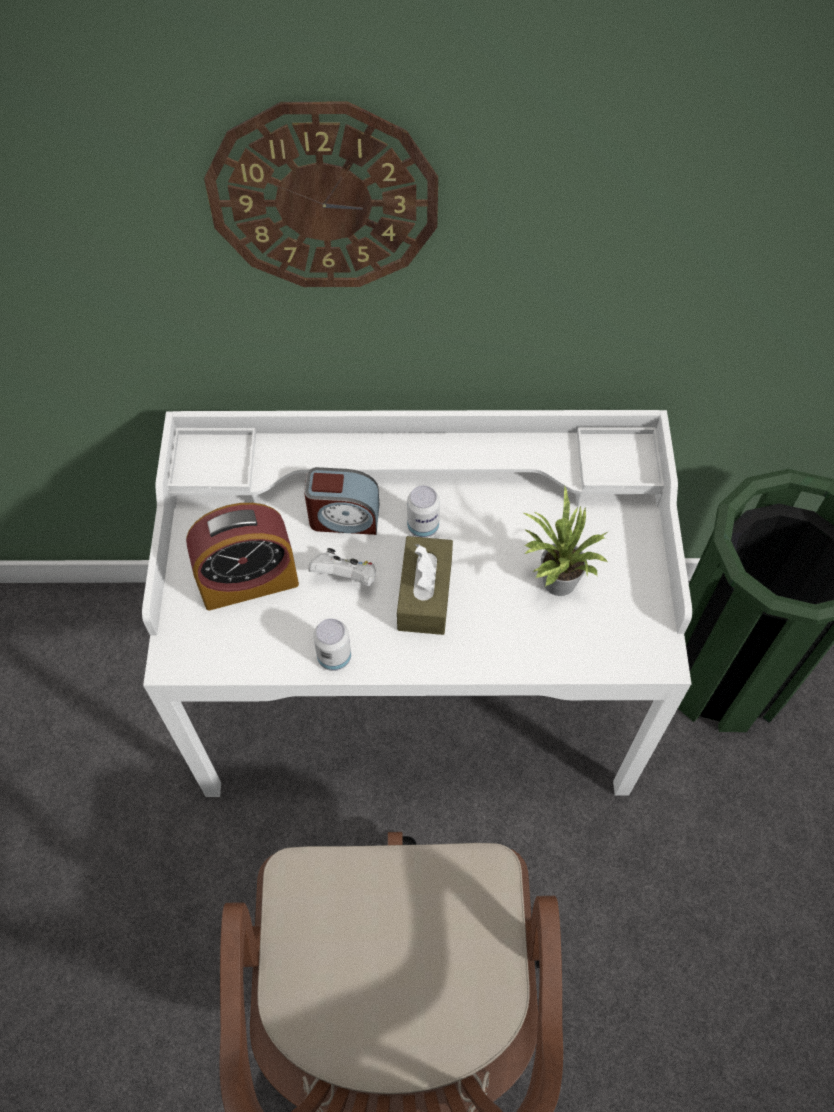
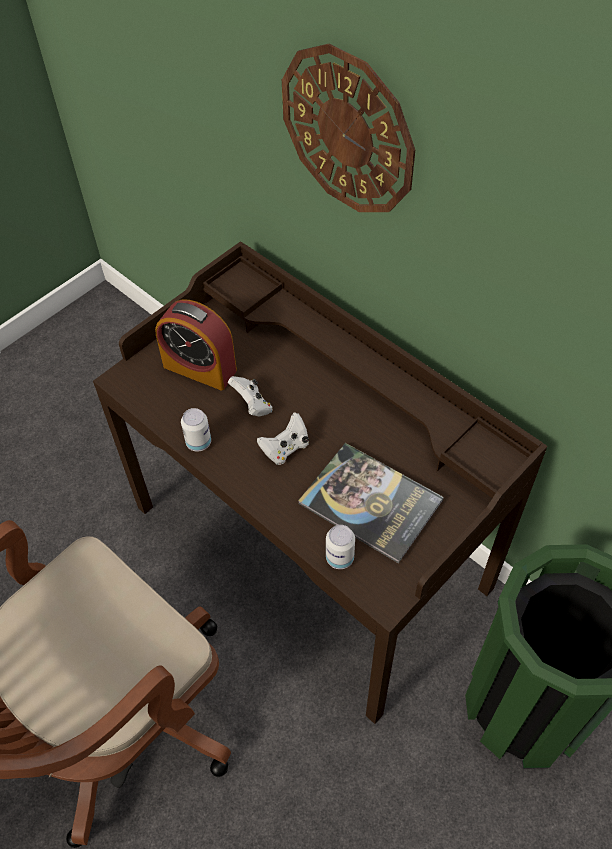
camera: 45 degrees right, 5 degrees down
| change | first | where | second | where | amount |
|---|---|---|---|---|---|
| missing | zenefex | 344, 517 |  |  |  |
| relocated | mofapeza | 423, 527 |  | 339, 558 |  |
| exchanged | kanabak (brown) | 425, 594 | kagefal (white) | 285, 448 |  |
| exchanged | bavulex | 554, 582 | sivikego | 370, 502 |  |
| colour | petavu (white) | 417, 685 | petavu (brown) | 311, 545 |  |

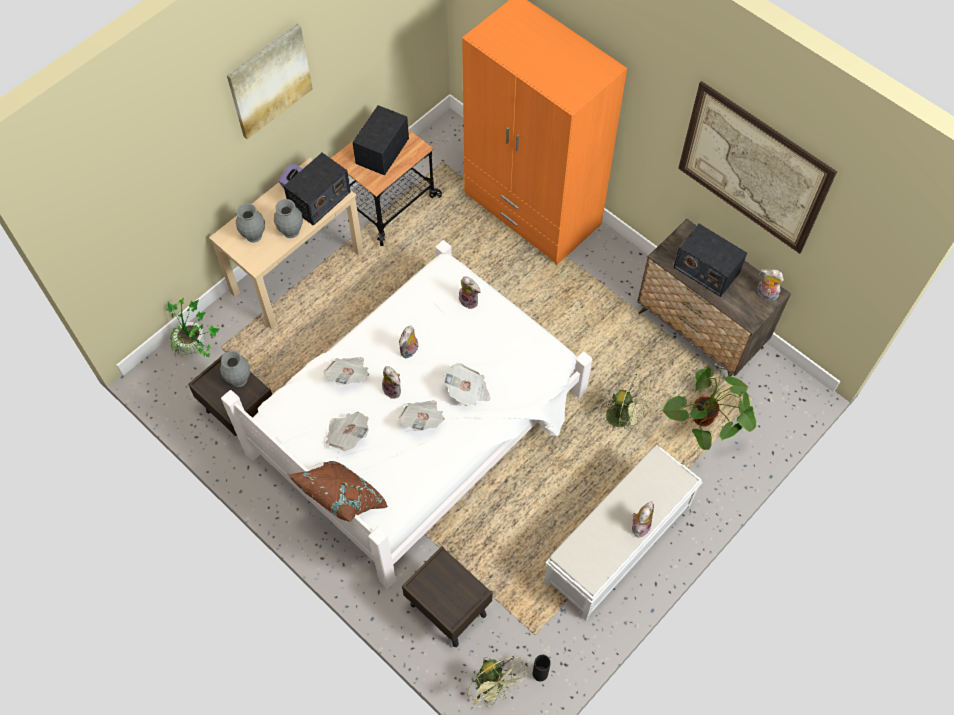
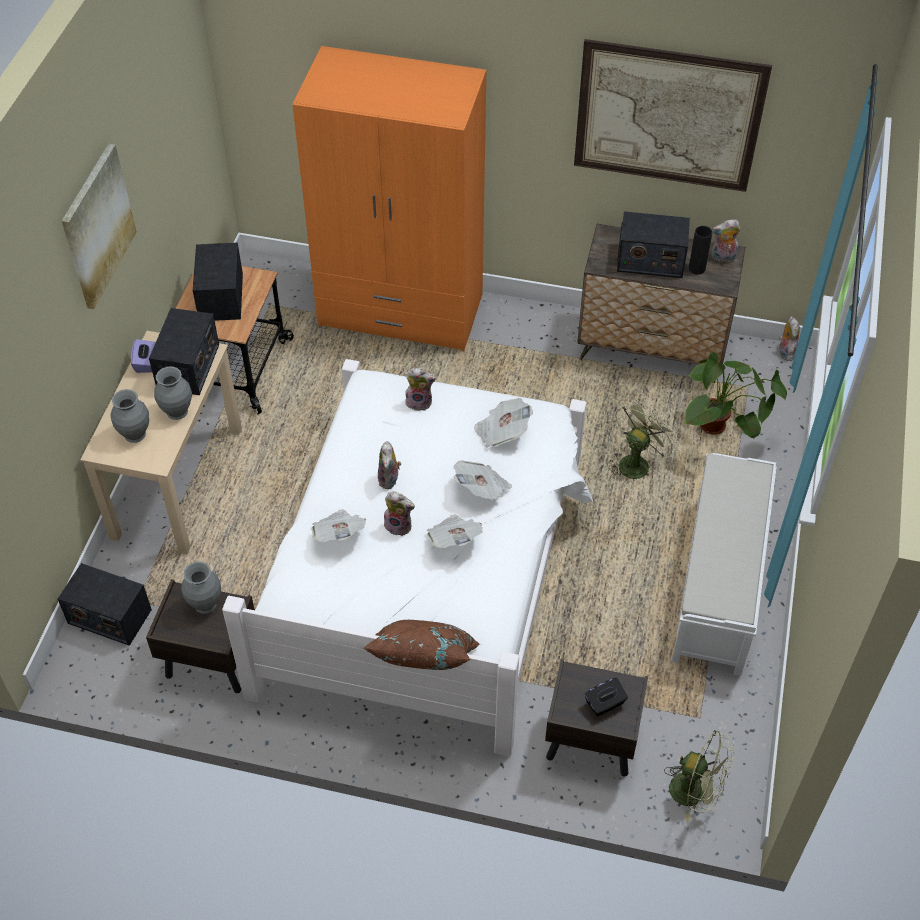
camera: 30 degrees left, 10 degrees down
| change | first | where | second | where | amount |
|---|---|---|---|---|---|
| appeared |  |  | kanabak (black) | 605, 704 |  |
| relocated | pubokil | 347, 435 |  | 502, 432 |  |
| relocated | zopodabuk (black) | 540, 673 |  | 697, 268 |  |
| relocated | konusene | 640, 525 |  | 785, 351 |  |
| exchanged | bavulex | 197, 349 | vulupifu | 109, 616 |  |
| spun | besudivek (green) | 624, 417 |  | 636, 462 | 45 degrees counterclockwise |

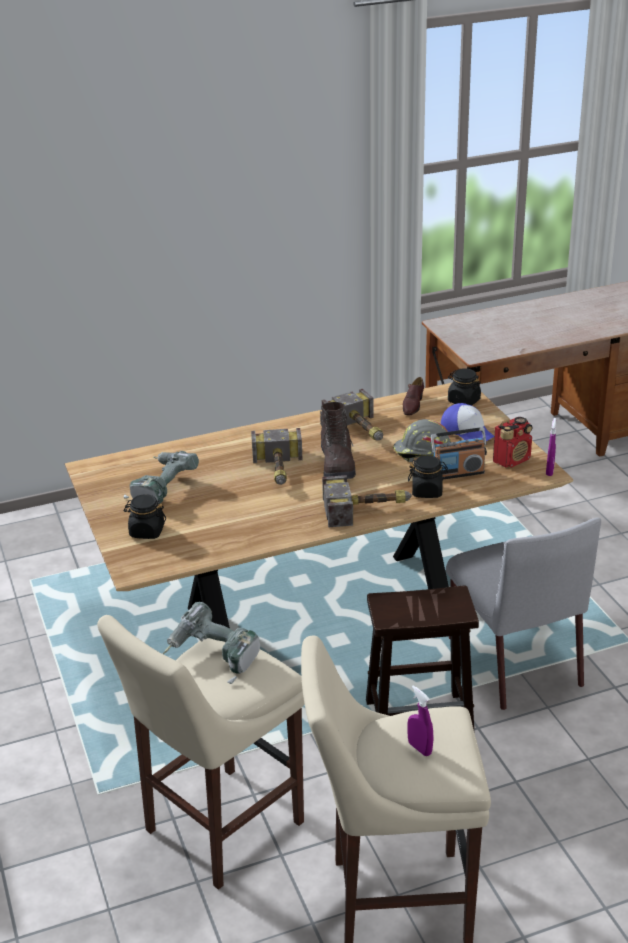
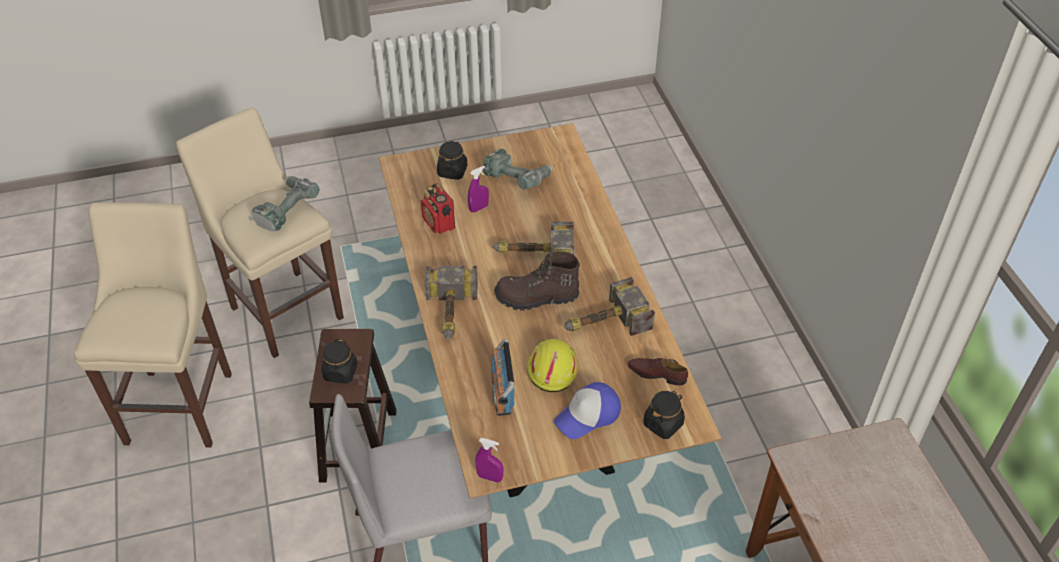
camera: 95 degrees right, 15 degrees up
| change | first | where | second | where | amount |
|---|---|---|---|---|---|
| relocated | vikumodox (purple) | 419, 748 |  | 478, 208 |  |
| relocated | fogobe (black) | 427, 491 |  | 340, 372 |  |
| relocated | vulupifu | 512, 460 |  | 439, 223 |  |
| colour | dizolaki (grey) | 422, 451 | dizolaki (yellow) | 551, 368 |  |

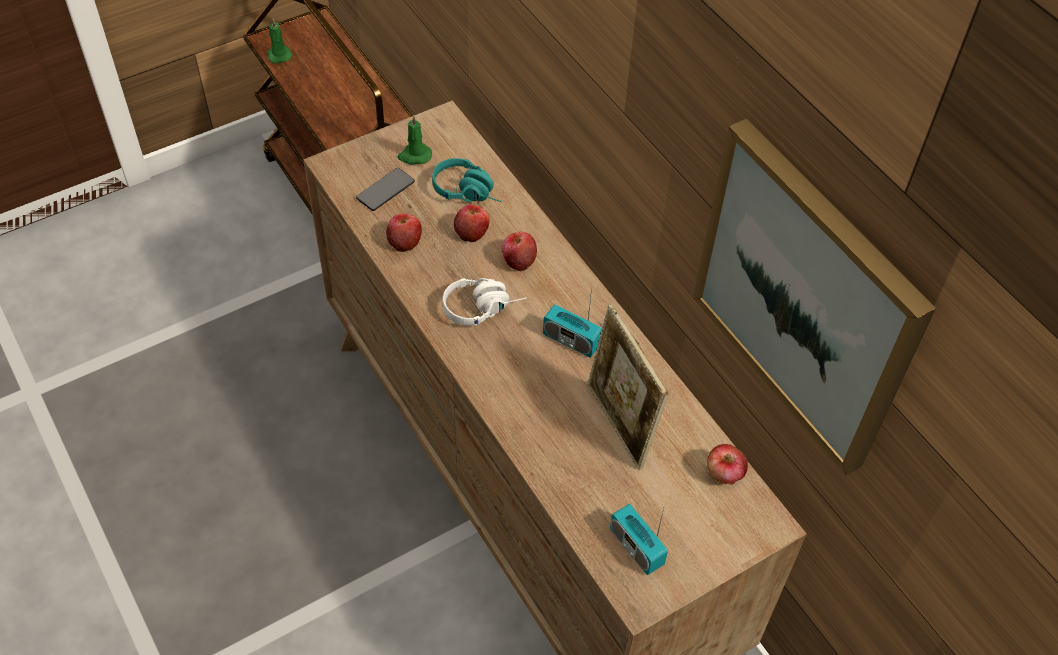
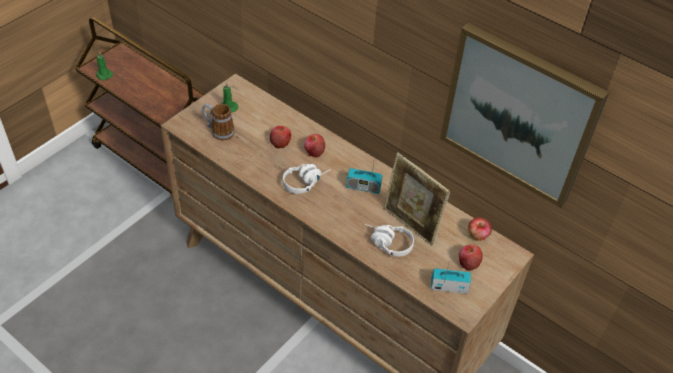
camera: 20 degrees left, 5 degrees down
| change | first | where | second | where | amount |
|---|---|---|---|---|---|
| missing | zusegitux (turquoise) | 469, 192 |  |  |  |
| appeared |  |  | zusegitux (white) | 386, 243 |  |
| relocated | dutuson | 404, 241 |  | 468, 263 |  |
| exchanged | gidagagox | 385, 190 | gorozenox | 218, 131 |  |
| spun | vulupifu | 636, 547 |  | 449, 286 | 150 degrees clockwise |

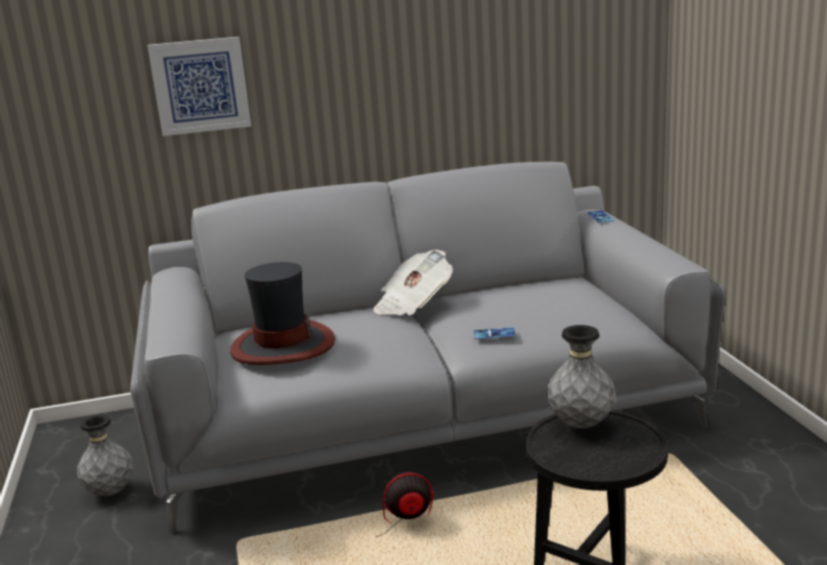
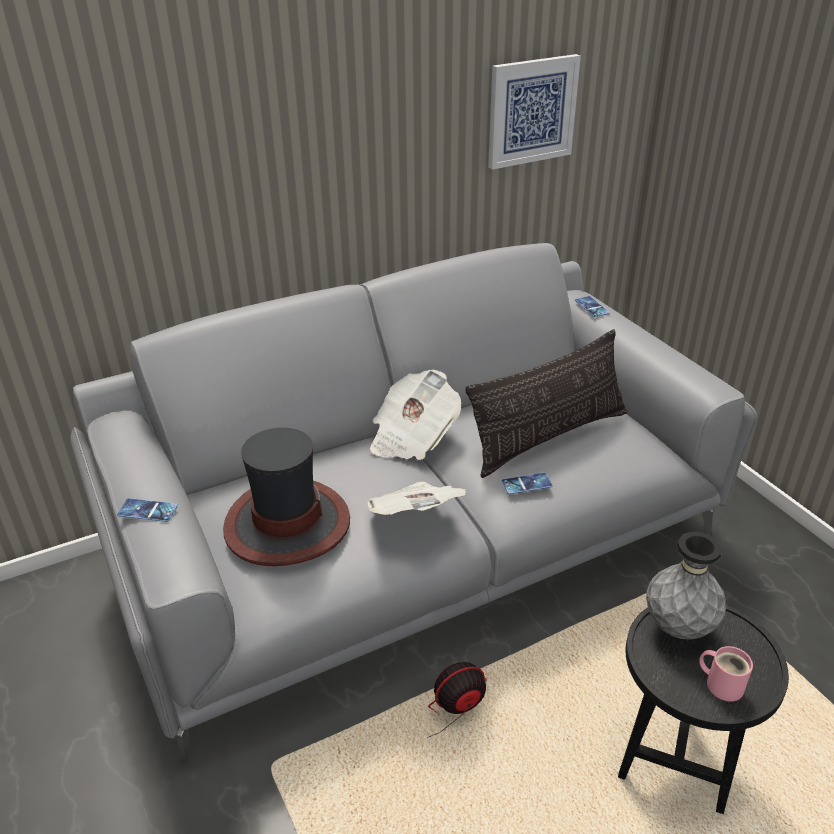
camera: 15 degrees left, 15 degrees up
| change | first | where | second | where | amount |
|---|---|---|---|---|---|
| missing | zopodabuk (grey) | 110, 492 |  |  |  |
| appeared |  |  | gidagagox | 147, 510 |  |
| appeared |  |  | pubokil | 416, 518 |  |
| appeared |  |  | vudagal | 548, 437 |  |
| appeared |  |  | gorozenox (pink) | 722, 683 |  |
| relocated | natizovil | 200, 86 |  | 531, 111 |  |

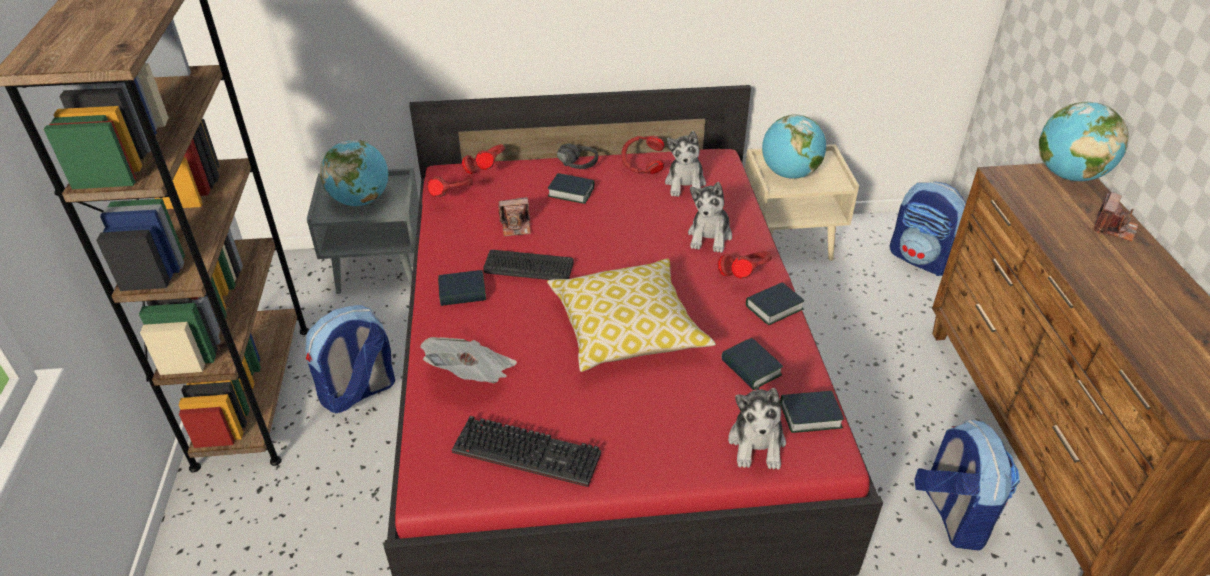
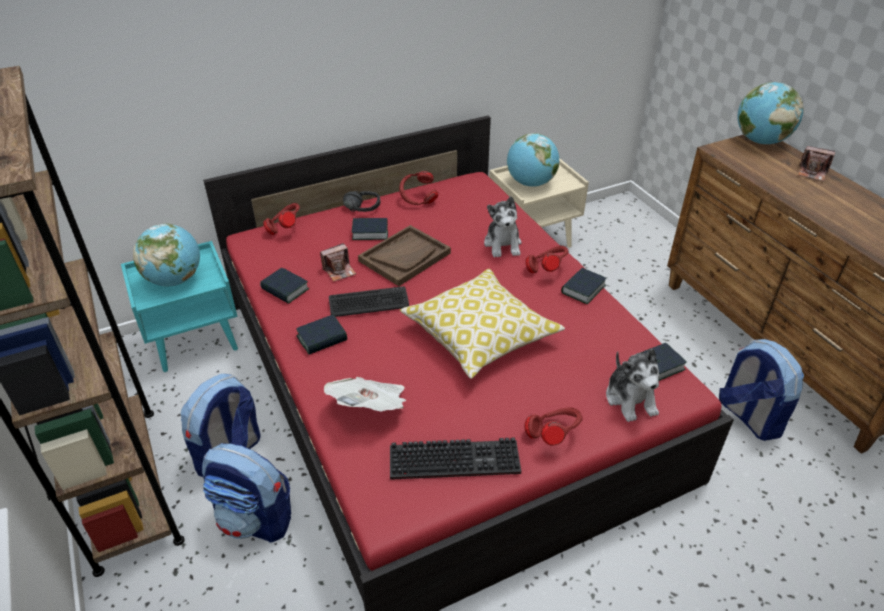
camera: 20 degrees left, 0 degrees up
| change | first | where | second | where | amount |
|---|---|---|---|---|---|
| missing | konusene | 685, 184 |  |  |  |
| appeared |  |  | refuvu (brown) | 405, 257 |  |
| relocated | zusegitux (red) | 452, 198 |  | 553, 435 |  |
| relocated | sivikego | 751, 368 |  | 285, 289 |  |
| relocated | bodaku | 921, 259 |  | 255, 519 |  |
| colour | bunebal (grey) | 380, 270 | bunebal (turquoise) | 196, 341 |  |
| spun | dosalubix | 1113, 228 |  | 812, 173 | 105 degrees clockwise |

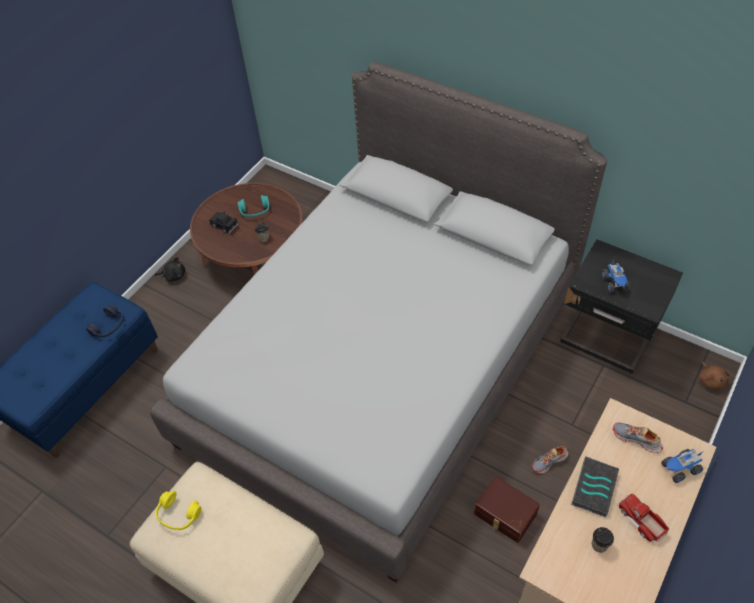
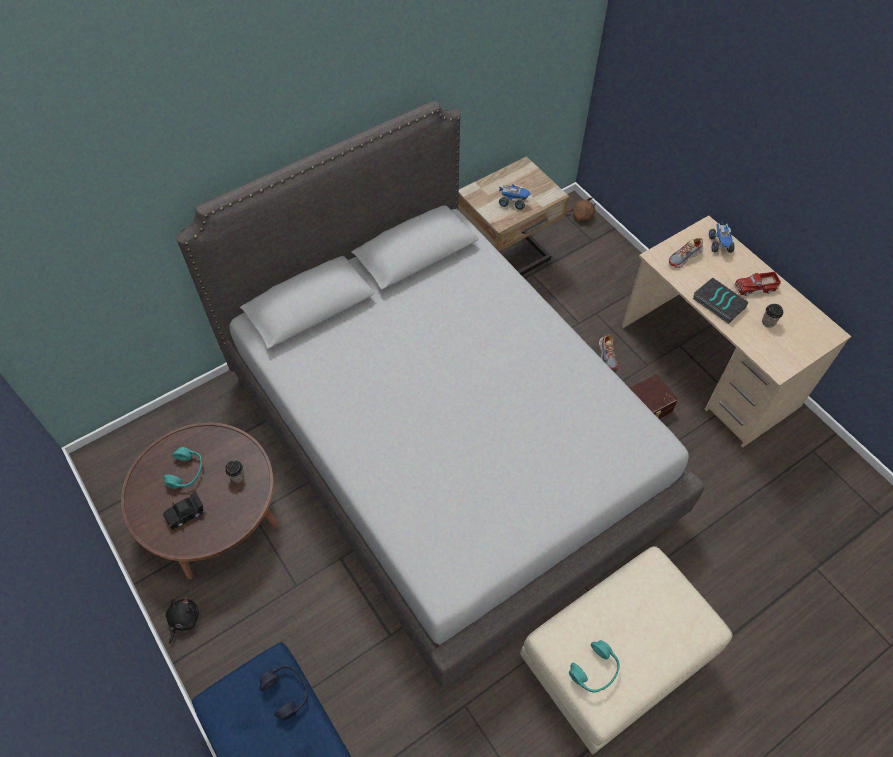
camera: 70 degrees left, 5 degrees up
| change | first | where | second | where | amount |
|---|---|---|---|---|---|
| colour | zusegitux (yellow) | 178, 514 | zusegitux (turquoise) | 594, 670 |  |
| colour | bunebal (black) | 606, 339 | bunebal (beige) | 507, 259 |  |

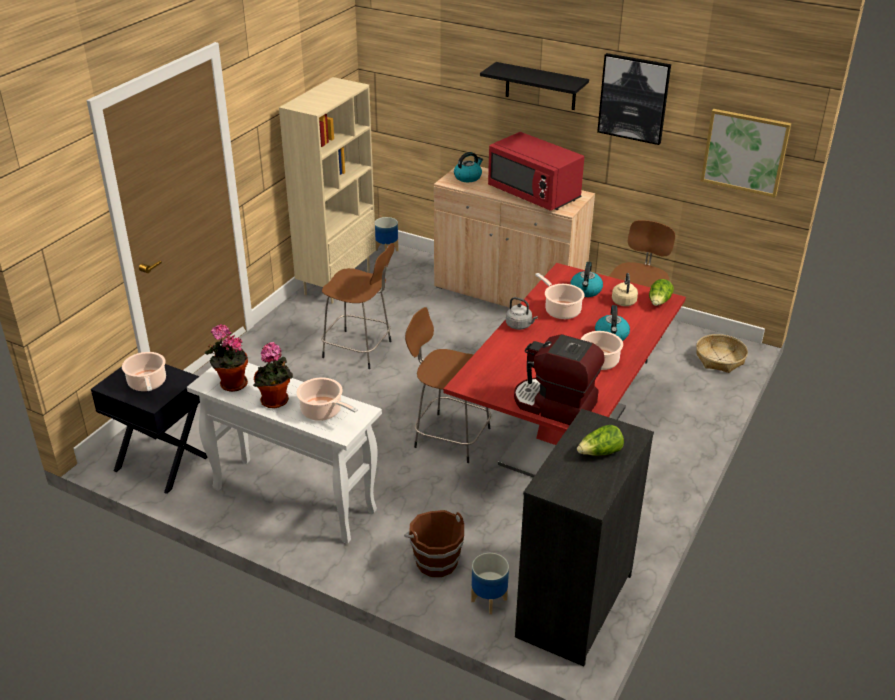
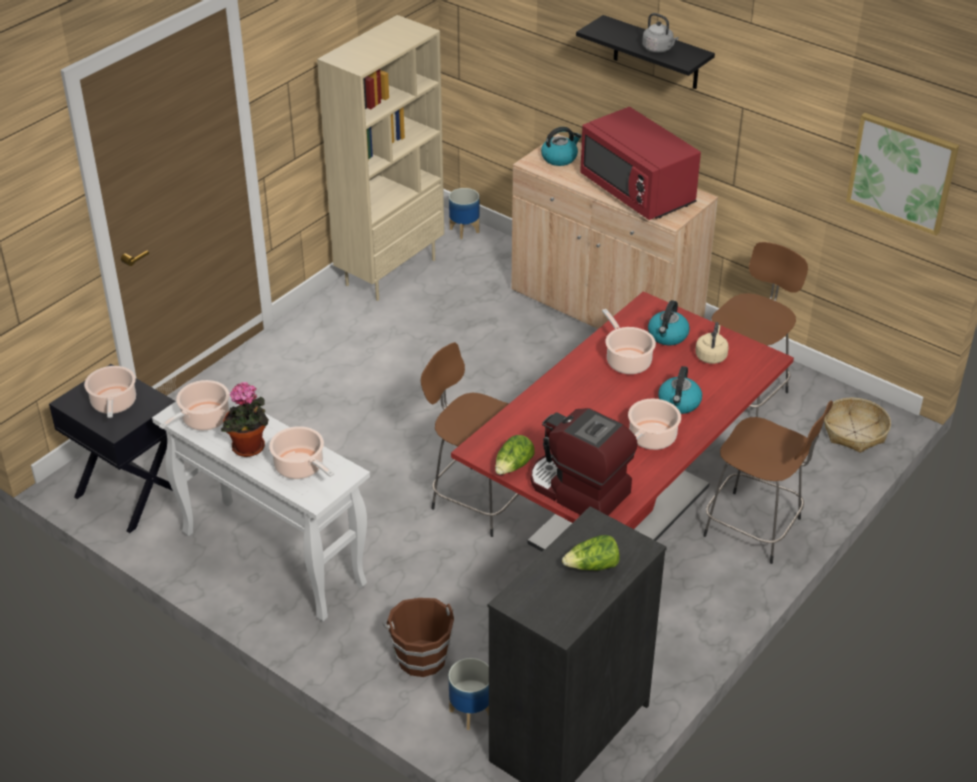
camera: 10 degrees right, 5 degrees up
| change | first | where | second | where | amount |
|---|---|---|---|---|---|
| missing | natizovil | 634, 98 |  |  |  |
| relocated | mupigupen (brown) | 359, 350 |  | 756, 529 |  |
| relocated | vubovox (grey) | 520, 325 |  | 658, 49 |  |
| relocated | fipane | 659, 302 |  | 513, 466 |  |
| exchanged | bavulex | 231, 384 | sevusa | 203, 420 |  |

